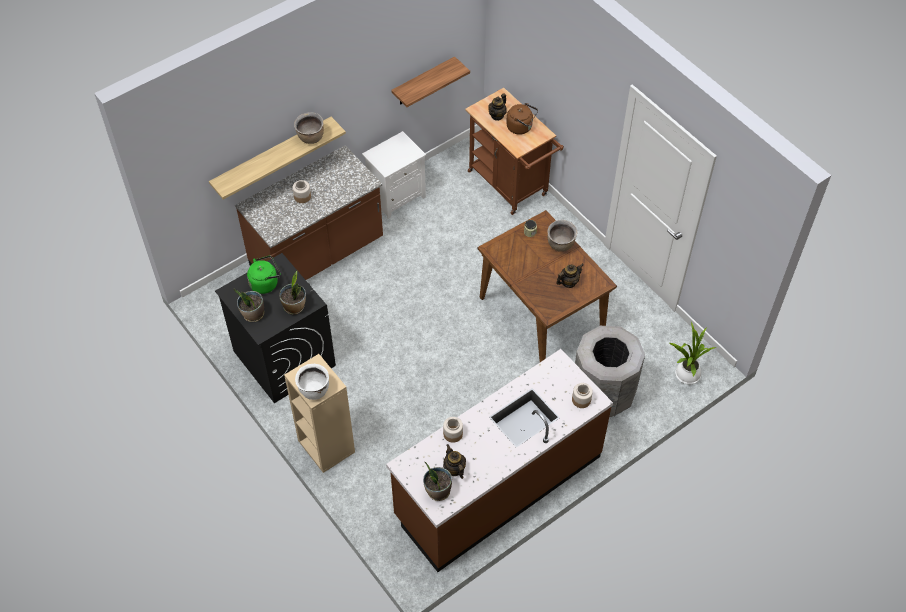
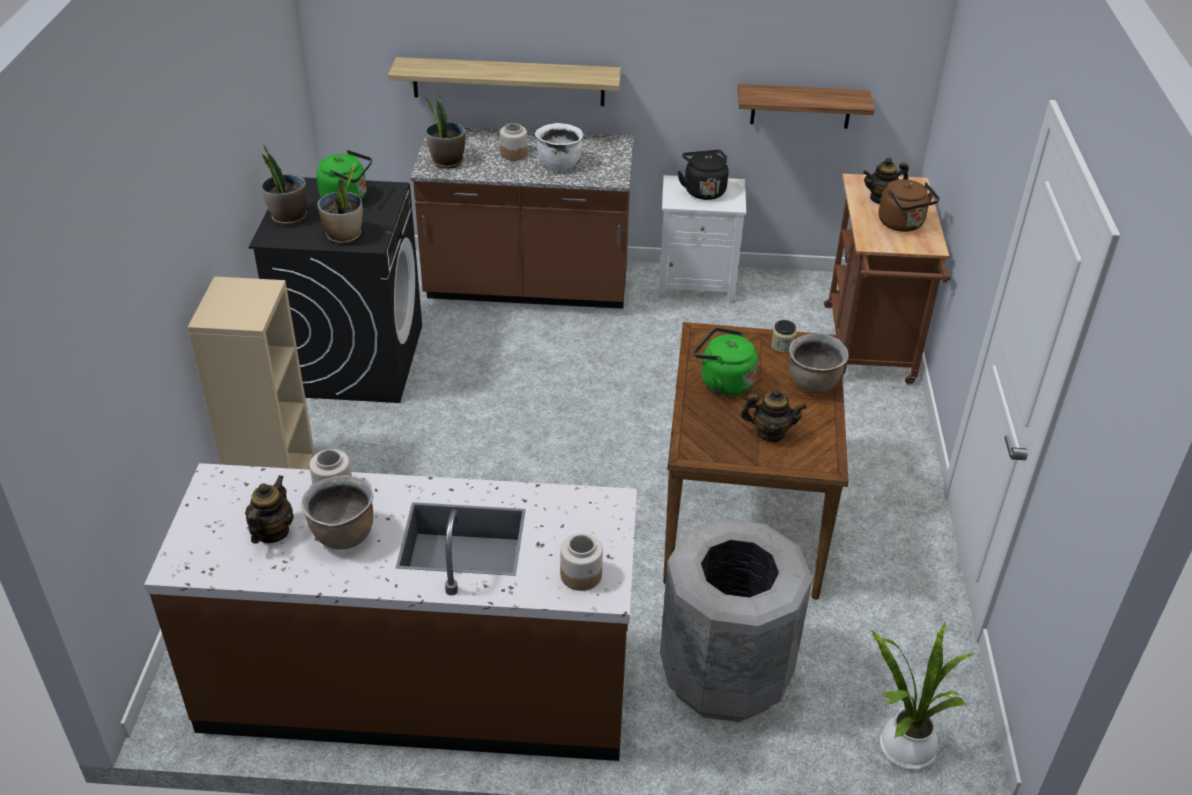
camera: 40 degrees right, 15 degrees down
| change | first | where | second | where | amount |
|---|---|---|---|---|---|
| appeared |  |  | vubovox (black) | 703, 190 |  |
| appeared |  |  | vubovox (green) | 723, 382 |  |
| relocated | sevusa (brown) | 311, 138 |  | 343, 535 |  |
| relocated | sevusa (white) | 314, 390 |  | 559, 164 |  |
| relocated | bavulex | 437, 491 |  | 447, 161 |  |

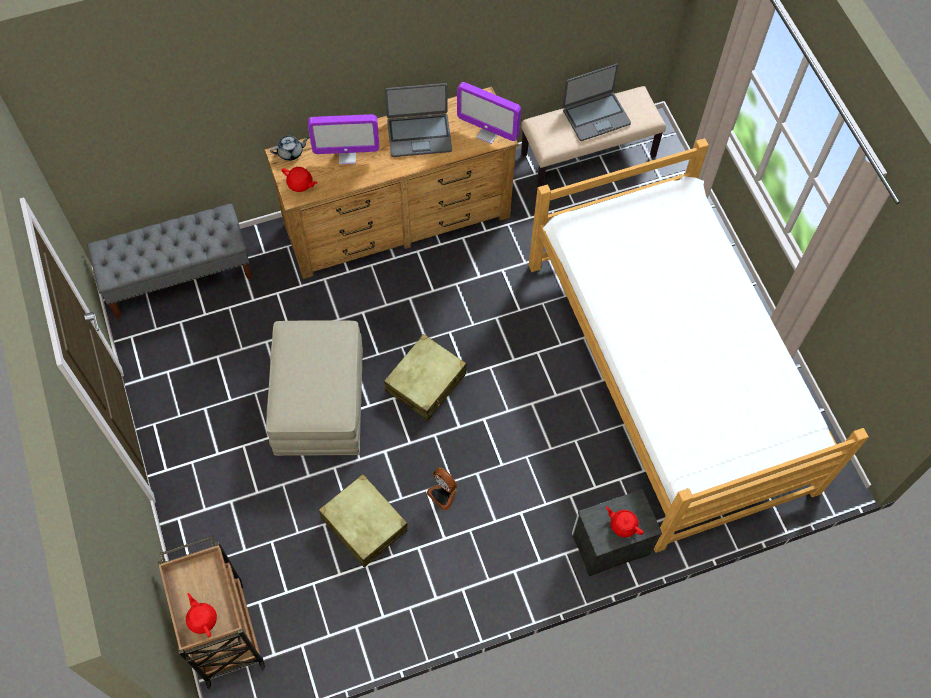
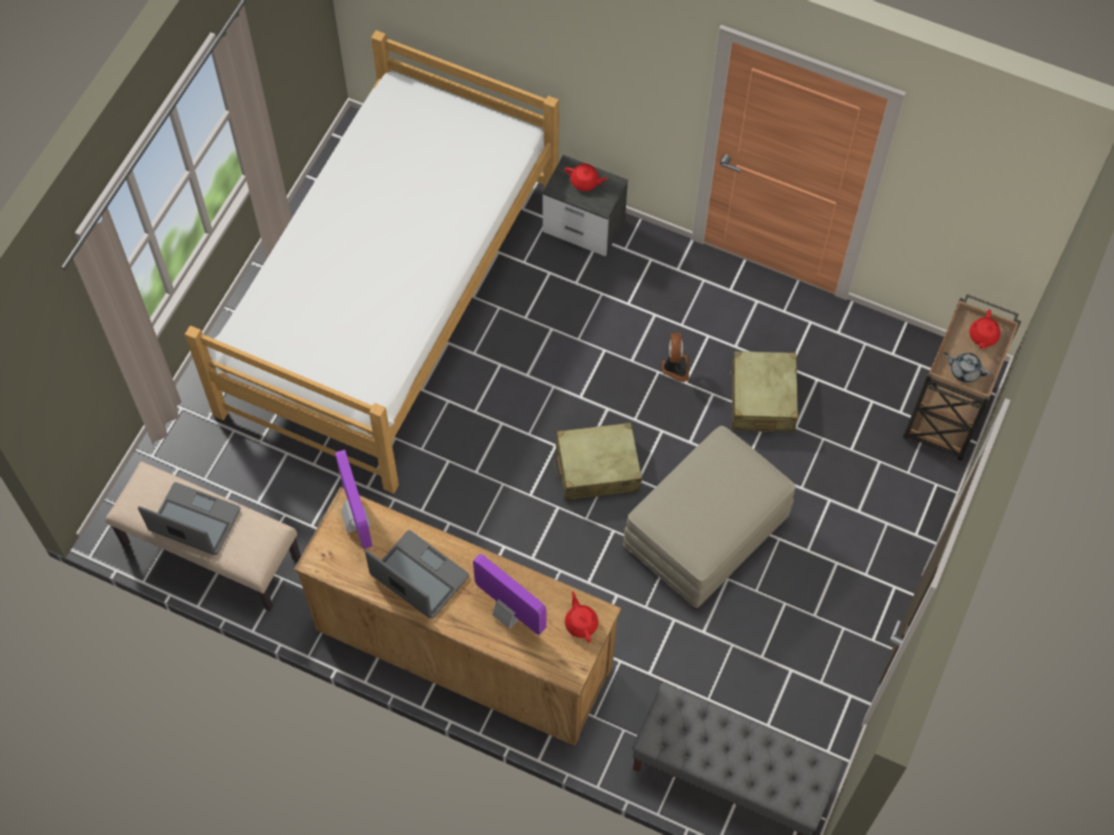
camera: 135 degrees left, 0 degrees up
| change | first | where | second | where | amount |
|---|---|---|---|---|---|
| relocated | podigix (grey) | 291, 152 |  | 964, 371 |  |
| spun | podigix (red) | 623, 525 |  | 585, 182 | 60 degrees counterclockwise |

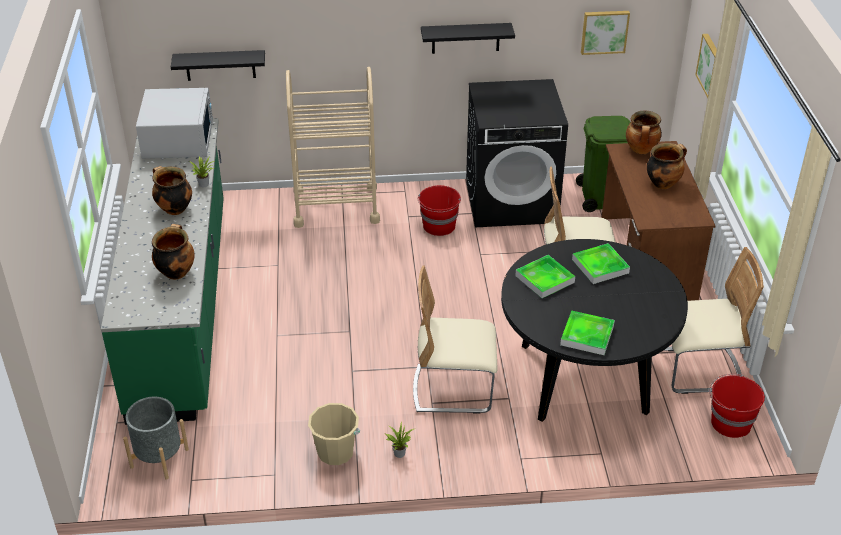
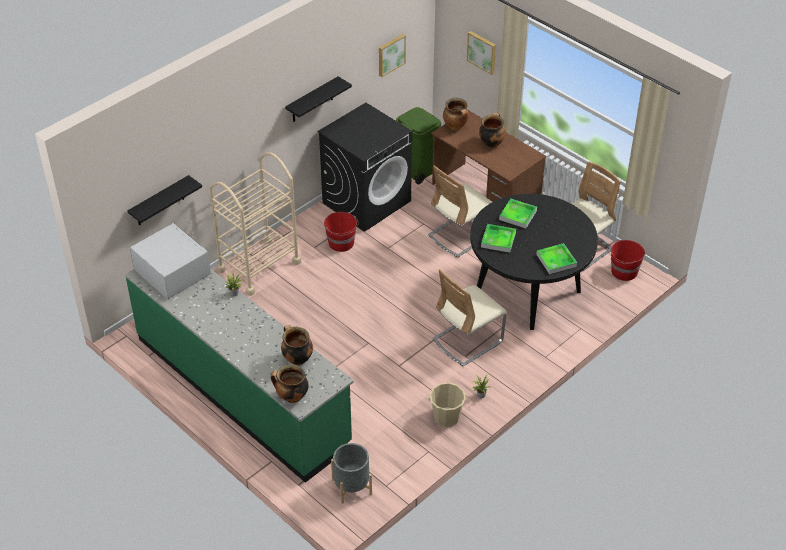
camera: 40 degrees left, 5 degrees up
| change | first | where | second | where | amount |
|---|---|---|---|---|---|
| relocated | sevusa | 174, 209 |  | 291, 397 |  |

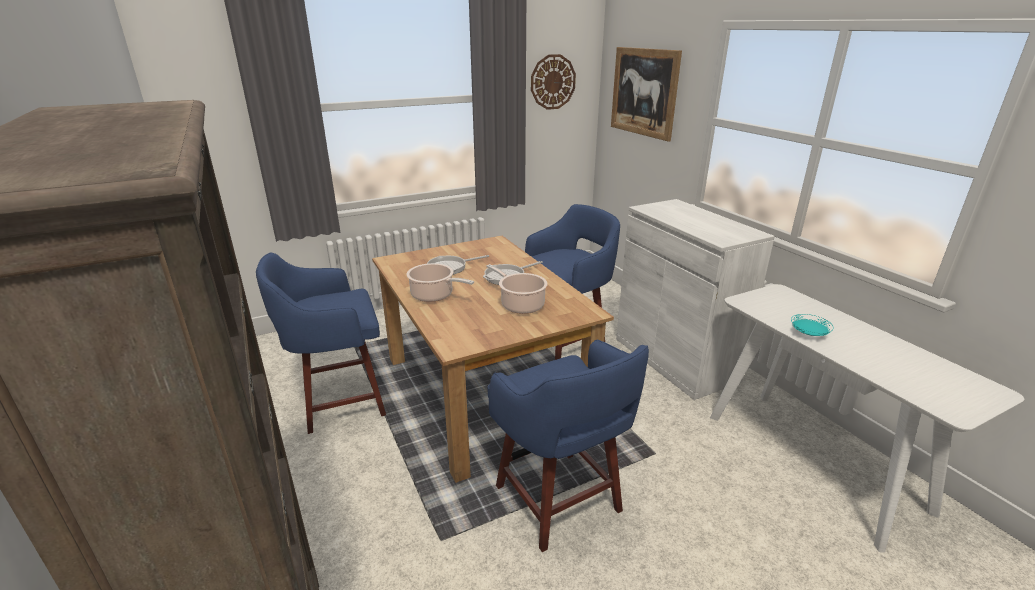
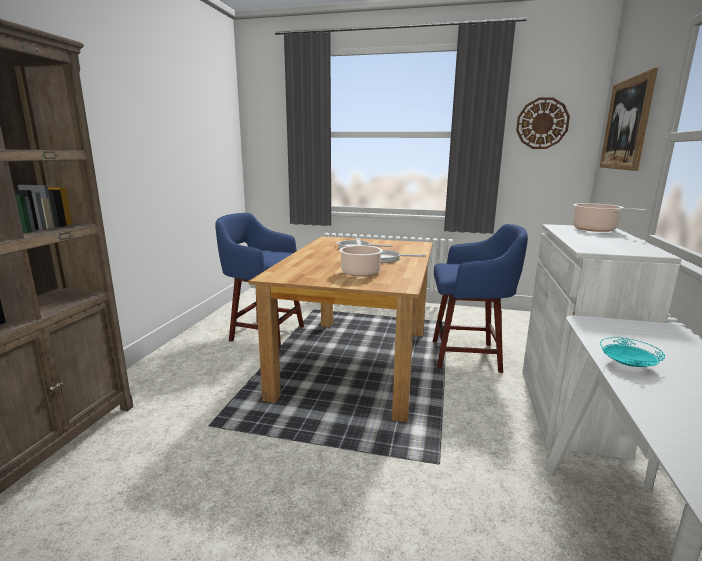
camera: 40 degrees right, 10 degrees down
| change | first | where | second | where | amount |
|---|---|---|---|---|---|
| missing | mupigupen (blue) | 560, 501 |  |  |  |
| relocated | sevusa | 434, 295 |  | 596, 230 |  |

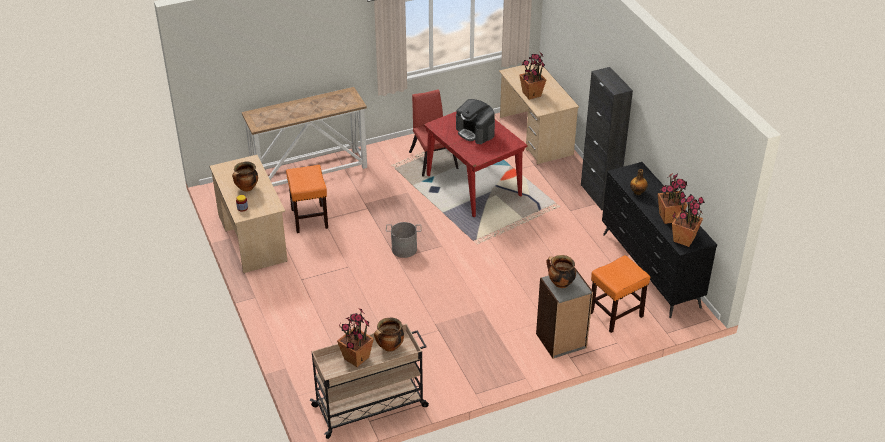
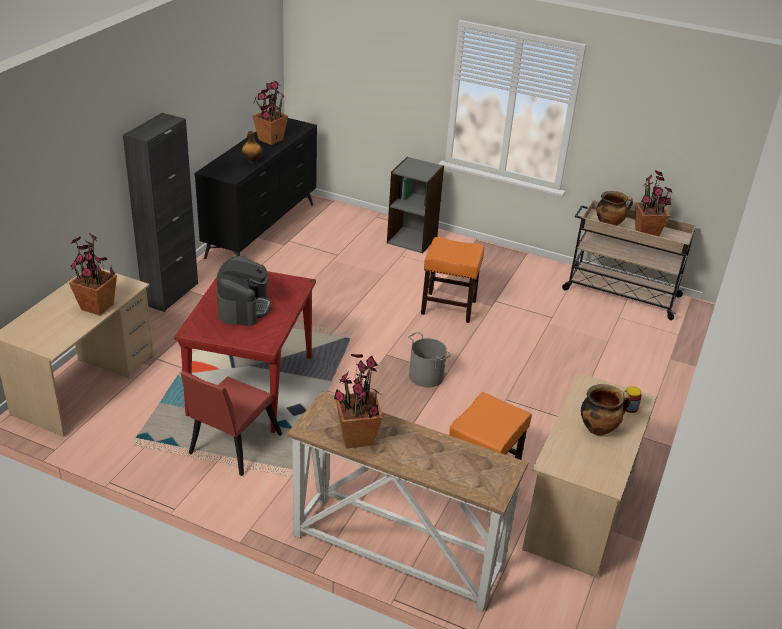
camera: 135 degrees left, 5 degrees down
| change | first | where | second | where | amount |
|---|---|---|---|---|---|
| missing | sevusa | 560, 283 |  |  |  |
| relocated | mupigupen (orange) | 615, 315 |  | 449, 307 |  |
| relocated | bavulex | 684, 239 |  | 356, 437 |  |

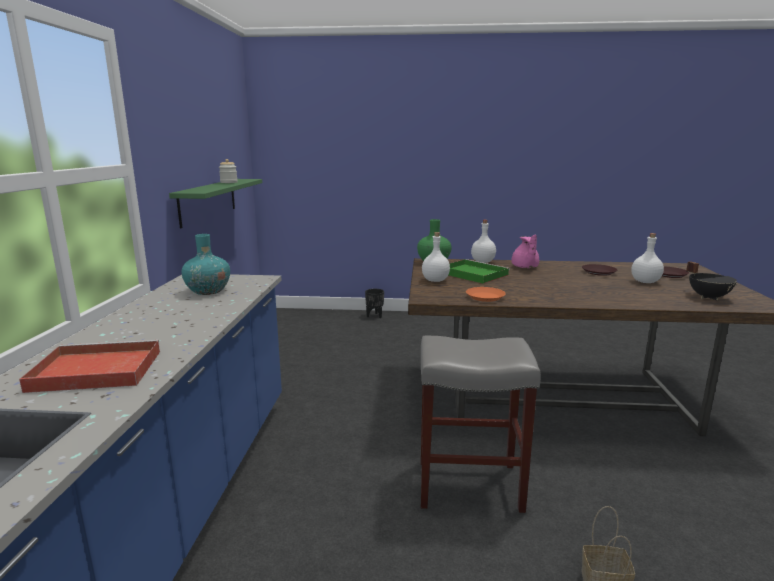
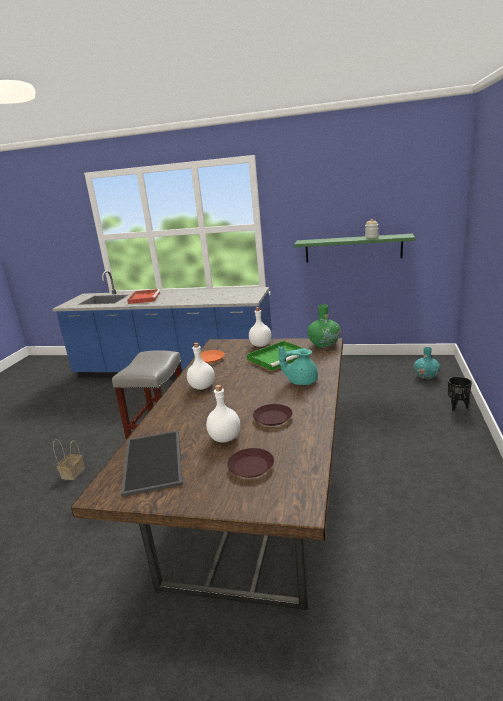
camera: 100 degrees right, 5 degrees up
| change | first | where | second | where | amount |
|---|---|---|---|---|---|
| relocated | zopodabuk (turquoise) | 208, 291 |  | 426, 376 |  |
| relocated | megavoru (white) | 482, 262 |  | 202, 387 |  |
| exchanged | sevusa (black) | 709, 297 | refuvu | 154, 461 |  |
| colour | podigix (pink) | 524, 267 | podigix (turquoise) | 301, 381 |  |

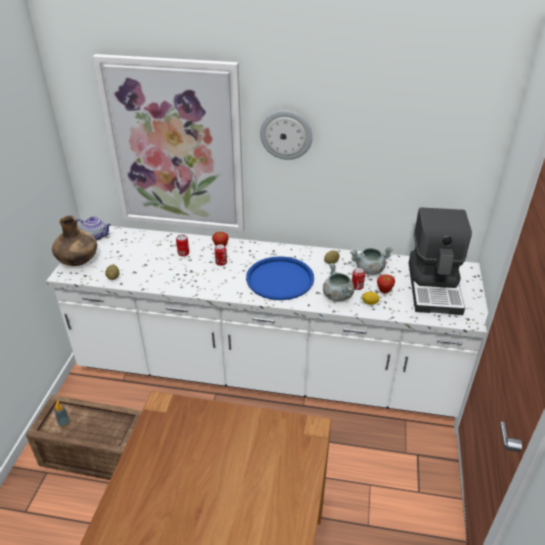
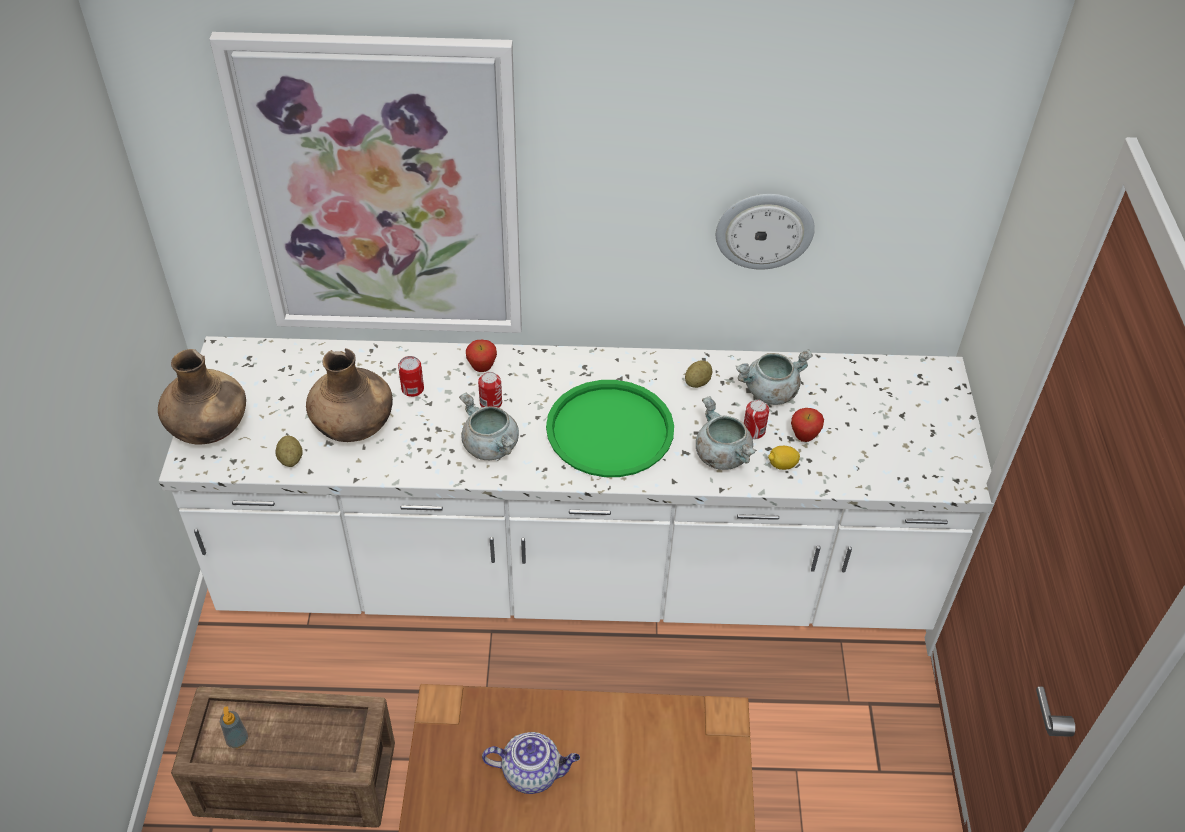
camera: 10 degrees left, 10 degrees up
| change | first | where | second | where | amount |
|---|---|---|---|---|---|
| missing | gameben | 435, 287 |  |  |  |
| appeared |  |  | zopodabuk (brown) | 354, 427 |  |
| appeared |  |  | sevusa (grey) | 491, 447 |  |
| relocated | podigix | 96, 236 |  | 532, 772 |  |
| relocated | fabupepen | 286, 134 |  | 764, 230 |  |
| colour | refuvu (blue) | 280, 279 | refuvu (green) | 610, 430 |  |

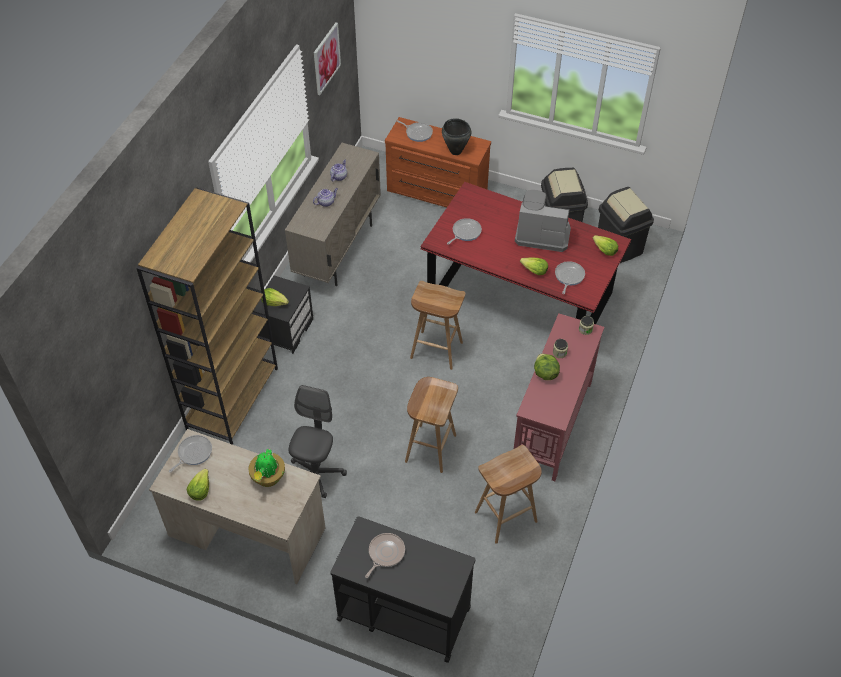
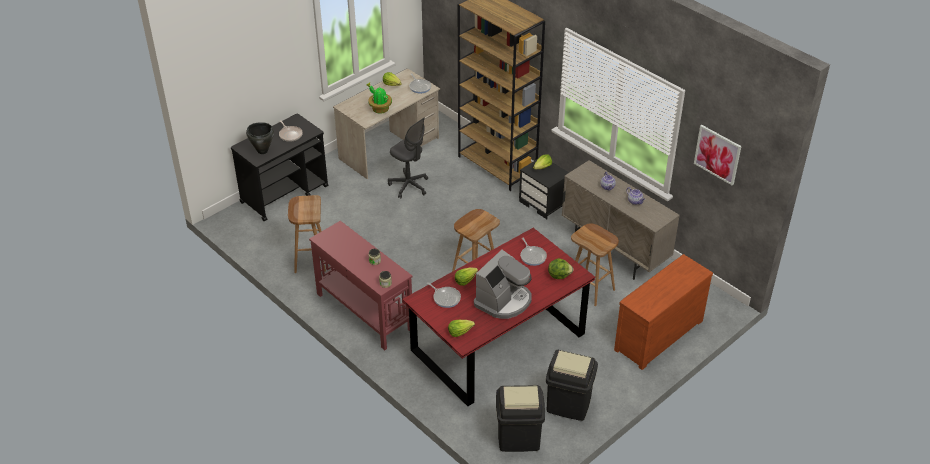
camera: 115 degrees right, 10 degrees down
| change | first | where | second | where | amount |
|---|---|---|---|---|---|
| missing | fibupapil | 417, 133 |  |  |  |
| relocated | mupigupen (brown) | 430, 447 |  | 591, 289 |  |
| relocated | sevusa (black) | 455, 151 |  | 262, 151 |  |
| relocated | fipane | 545, 373 |  | 559, 275 |  |

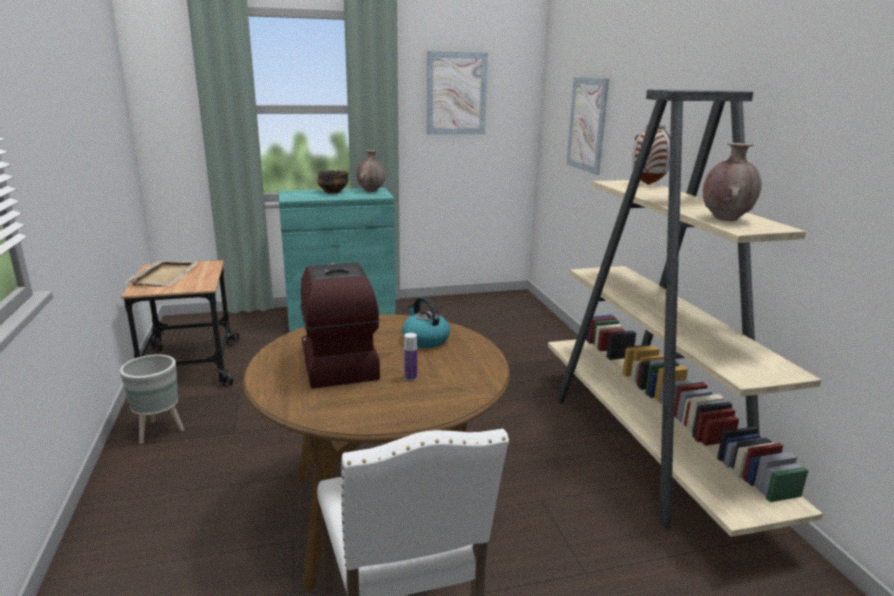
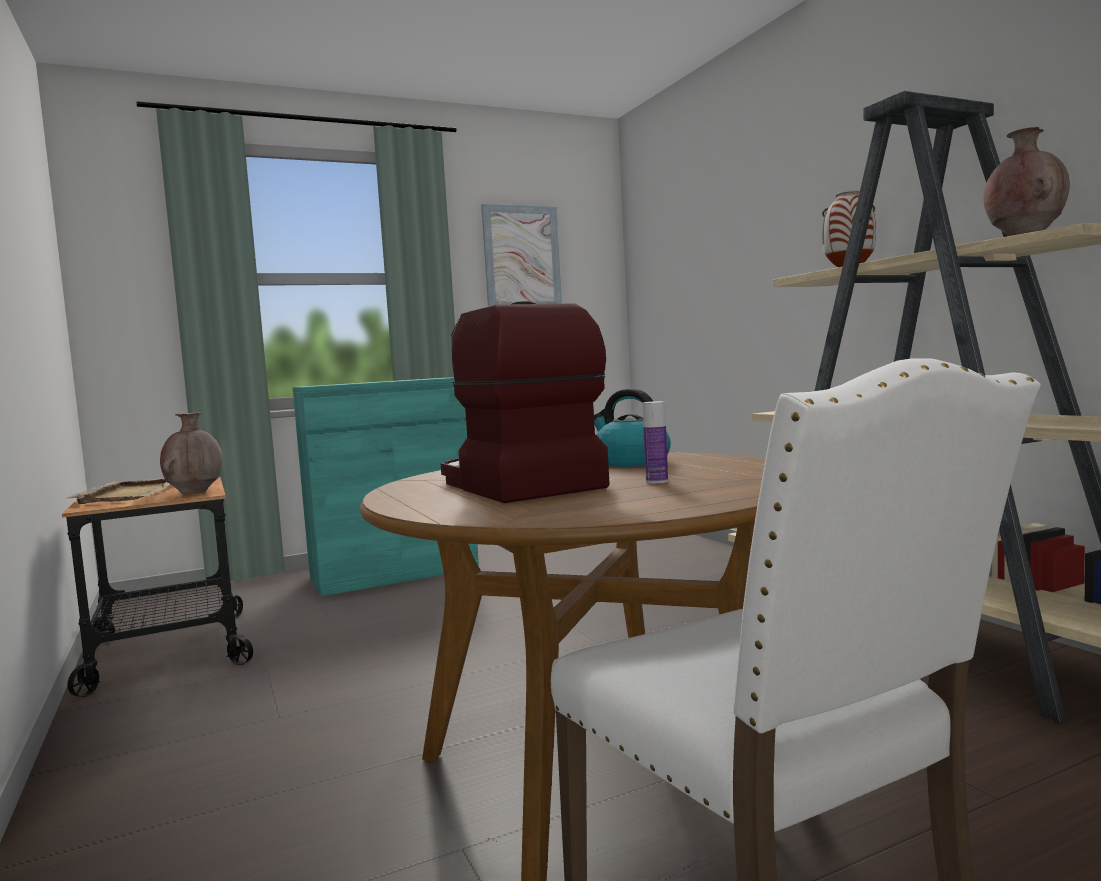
camera: 10 degrees left, 15 degrees down
| change | first | where | second | where | amount |
|---|---|---|---|---|---|
| missing | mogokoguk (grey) | 158, 431 |  |  |  |
| missing | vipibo | 333, 192 |  |  |  |
| missing | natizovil | 587, 124 |  |  |  |
| relocated | zopodabuk (brown) | 371, 191 |  | 195, 493 |  |

